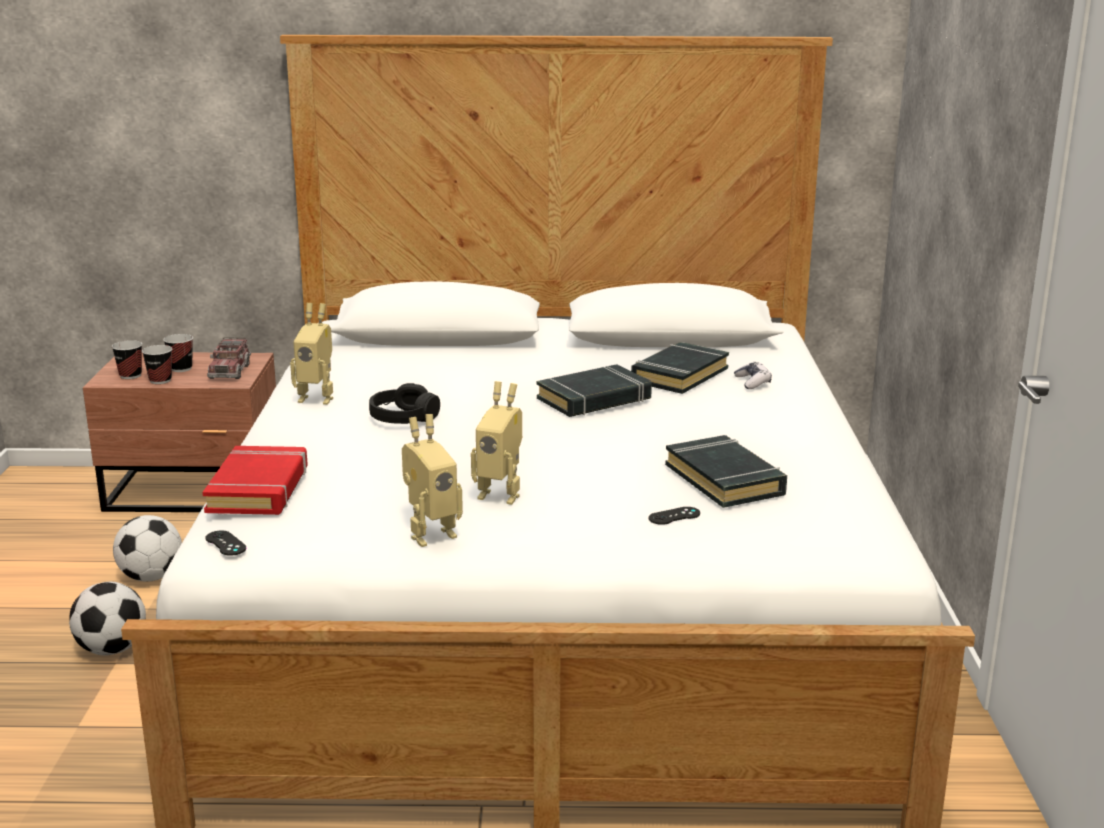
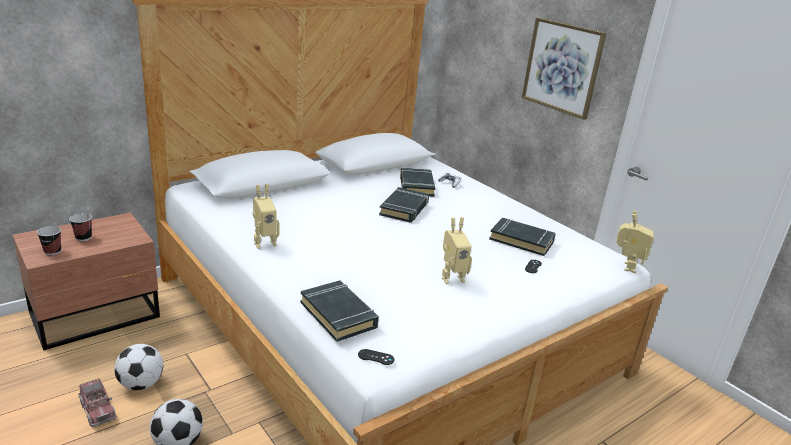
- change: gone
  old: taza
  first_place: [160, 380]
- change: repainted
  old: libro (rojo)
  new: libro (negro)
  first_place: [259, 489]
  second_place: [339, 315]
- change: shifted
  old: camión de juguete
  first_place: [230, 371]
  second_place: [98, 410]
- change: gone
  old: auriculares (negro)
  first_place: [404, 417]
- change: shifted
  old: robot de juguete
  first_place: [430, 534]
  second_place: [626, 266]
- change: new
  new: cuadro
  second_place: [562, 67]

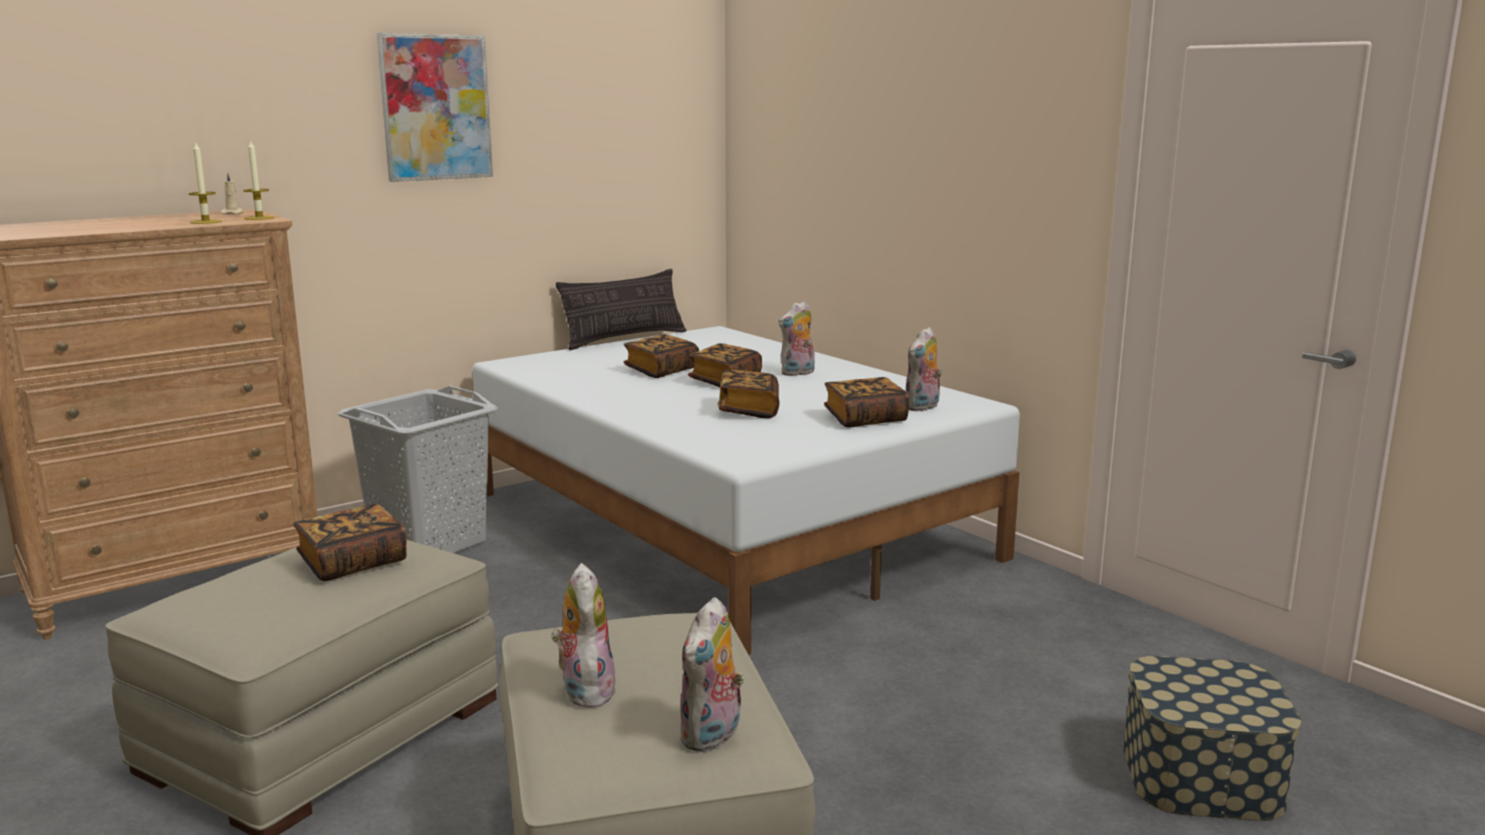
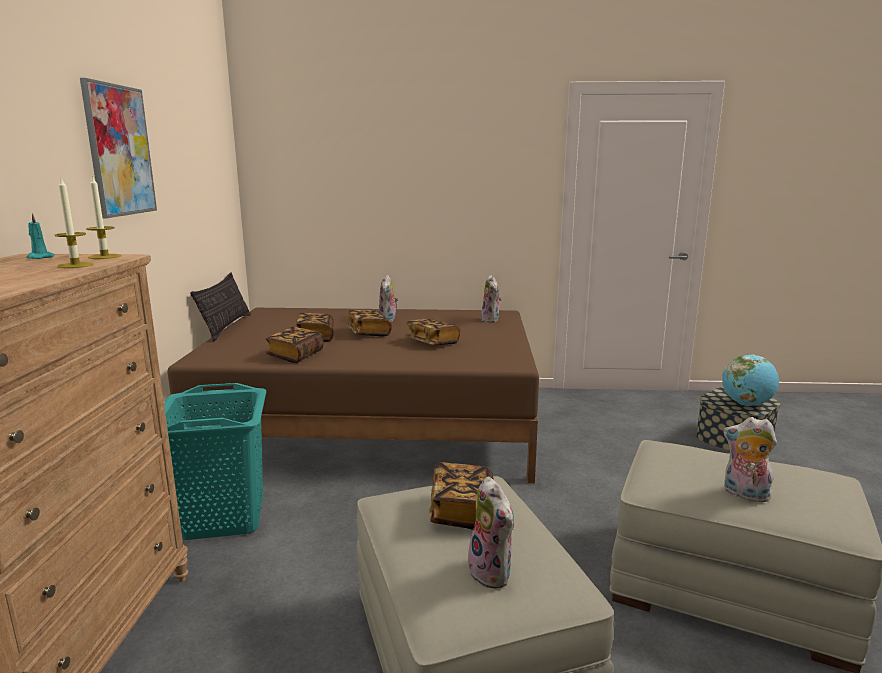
- change: repainted
  old: vela (beis)
  new: vela (turquesa)
  first_place: [233, 213]
  second_place: [39, 258]
- change: repainted
  old: cesto de la ropa (gris)
  new: cesto de la ropa (turquesa)
  first_place: [428, 544]
  second_place: [222, 518]
- change: repainted
  old: cama (blanco)
  new: cama (marrón)
  first_place: [727, 525]
  second_place: [373, 425]
- change: shifted
  old: peluche
  first_place: [713, 736]
  second_place: [493, 573]
- change: shifted
  old: libro
  first_place: [865, 419]
  second_place: [295, 355]
- change: new
  new: globo terráqueo
  second_place: [746, 404]

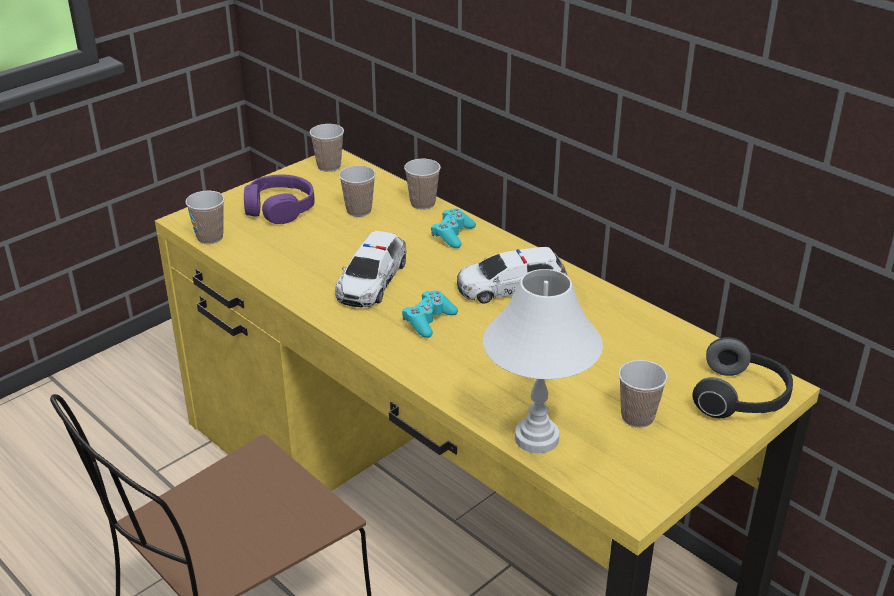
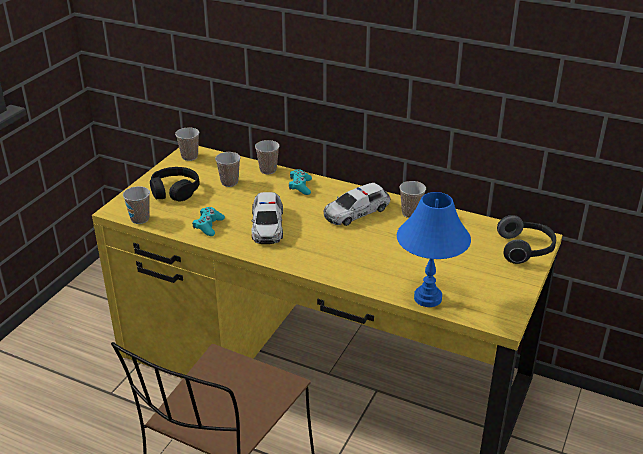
- change: repainted
  old: auriculares (morado)
  new: auriculares (negro)
  first_place: [279, 209]
  second_place: [175, 191]
- change: shifted
  old: mando de consola (turquesa)
  first_place: [429, 321]
  second_place: [208, 226]
- change: repainted
  old: lámpara de mesa (blanco)
  new: lámpara de mesa (azul)
  first_place: [537, 439]
  second_place: [428, 298]
- change: shifted
  old: taza
  first_place: [637, 417]
  second_place: [410, 213]

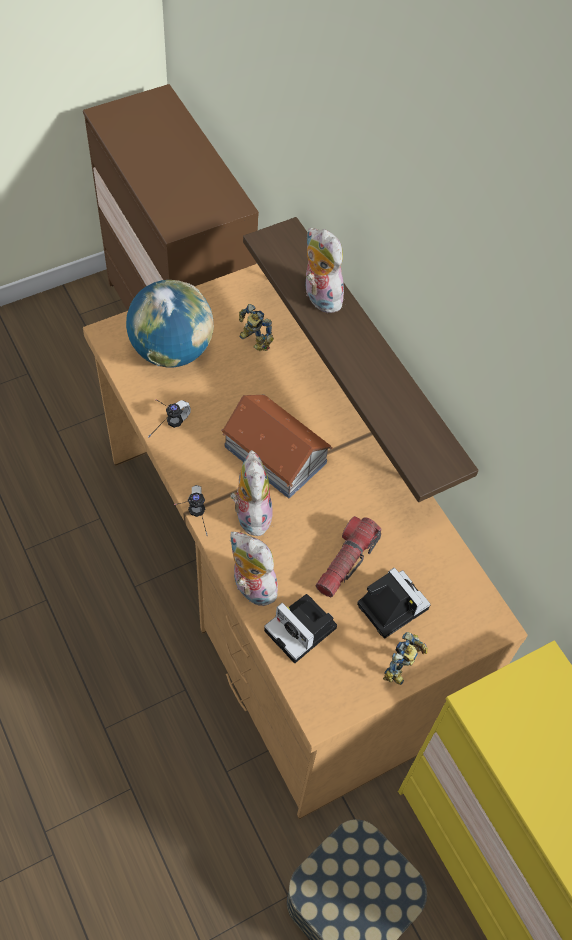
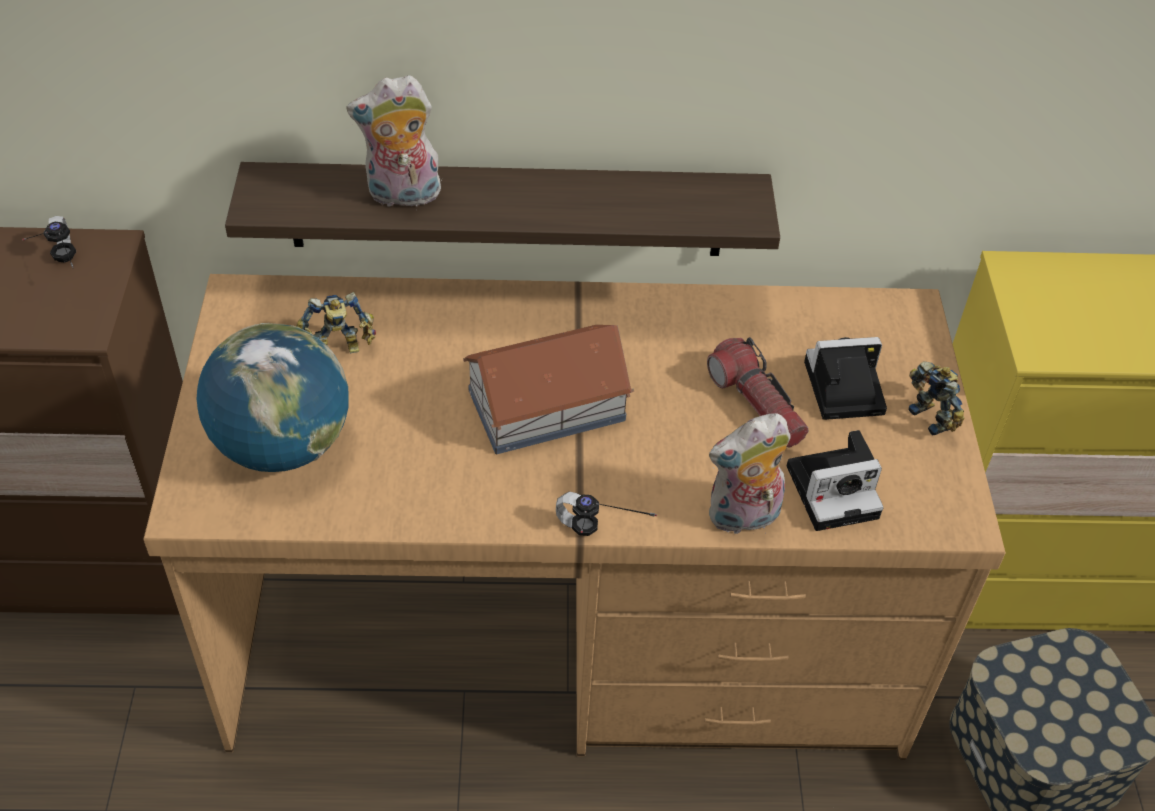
- change: shifted
  old: auriculares
  first_place: [163, 425]
  second_place: [57, 269]
- change: gone
  old: peluche
  first_place: [250, 514]

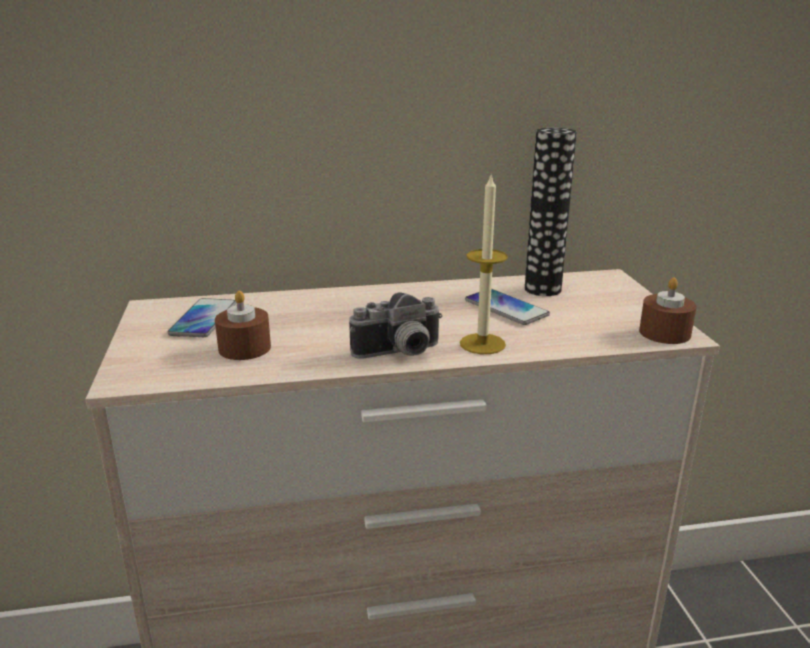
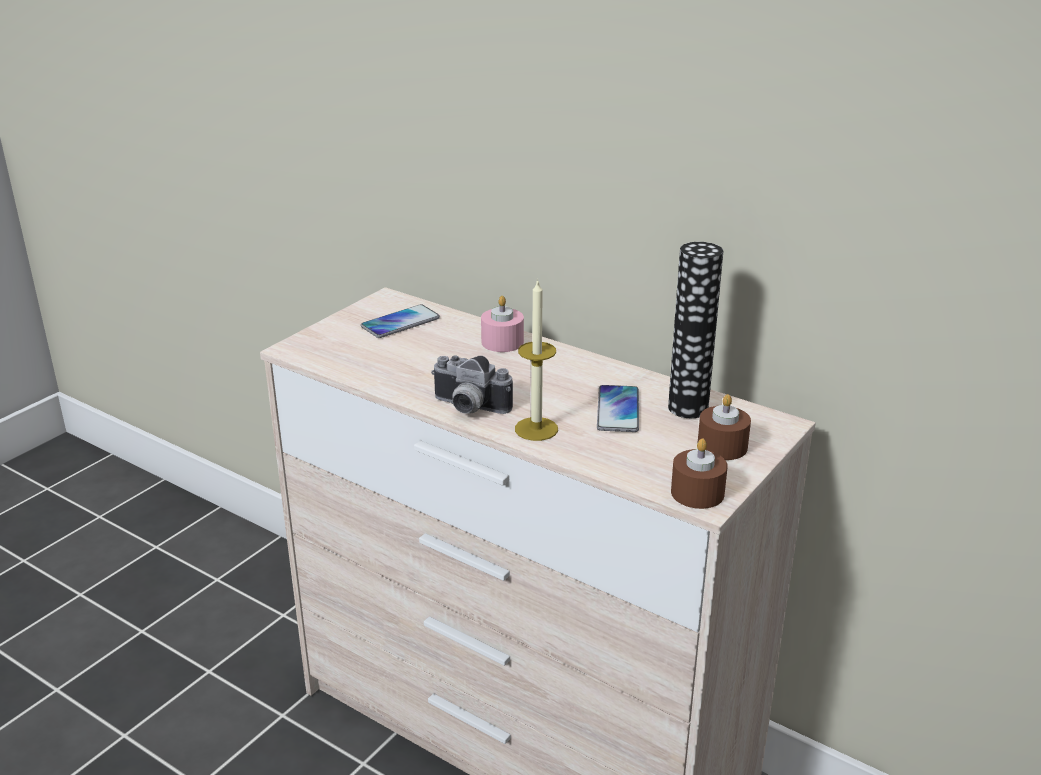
- change: shifted
  old: vela (marrón)
  first_place: [244, 348]
  second_place: [722, 446]
- change: new
  new: vela (rosa)
  second_place: [502, 342]

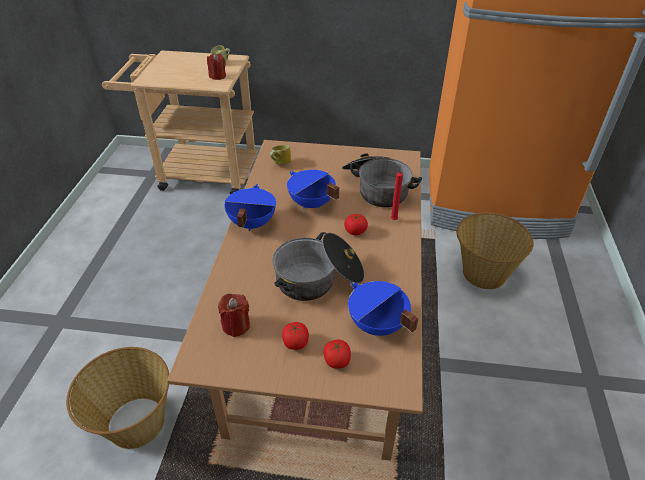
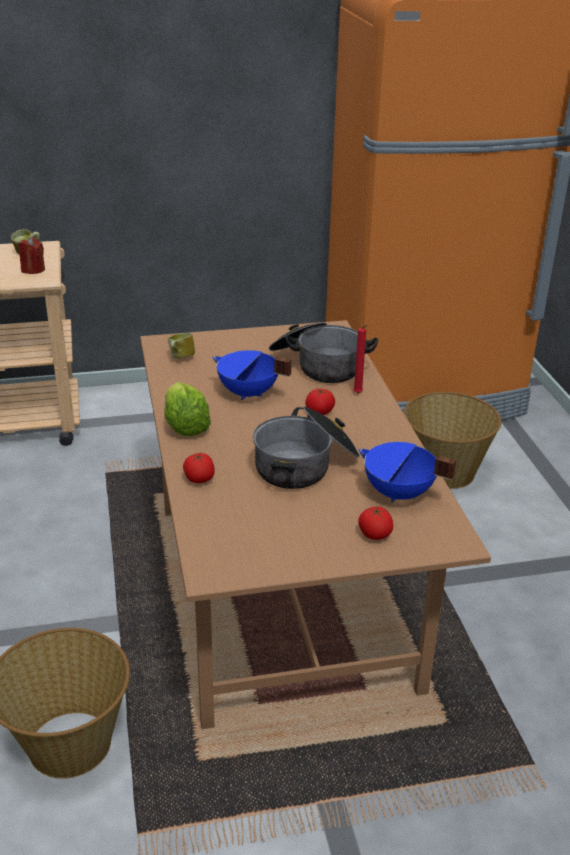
- change: gone
  old: vela (rojo)
  first_place: [236, 325]
- change: swapped
  old: olla (azul)
  new: lechuga
  first_place: [251, 223]
  second_place: [185, 426]
- change: shifted
  old: tomate
  first_place: [295, 343]
  second_place: [199, 479]

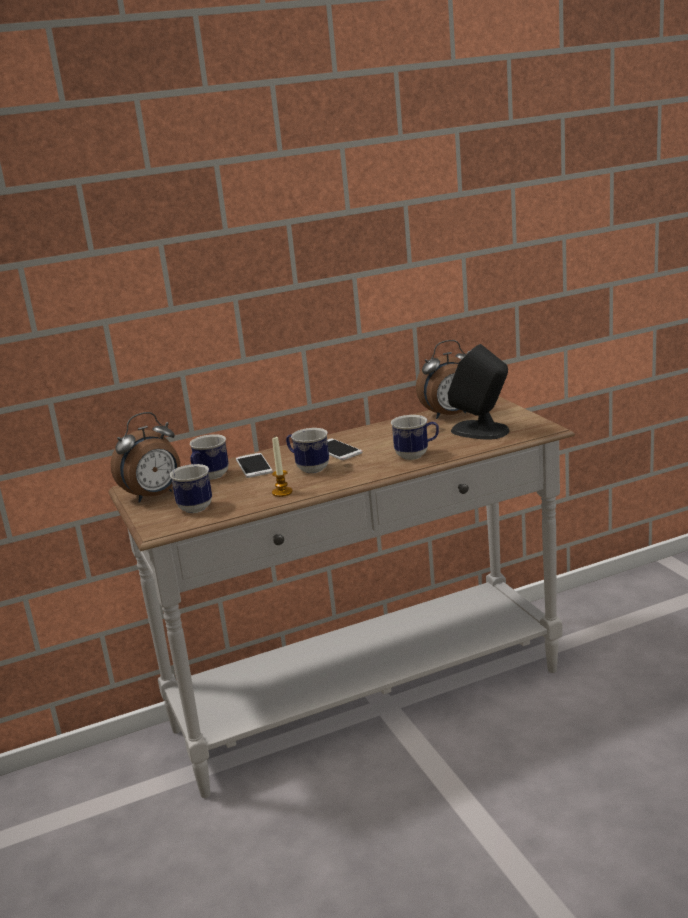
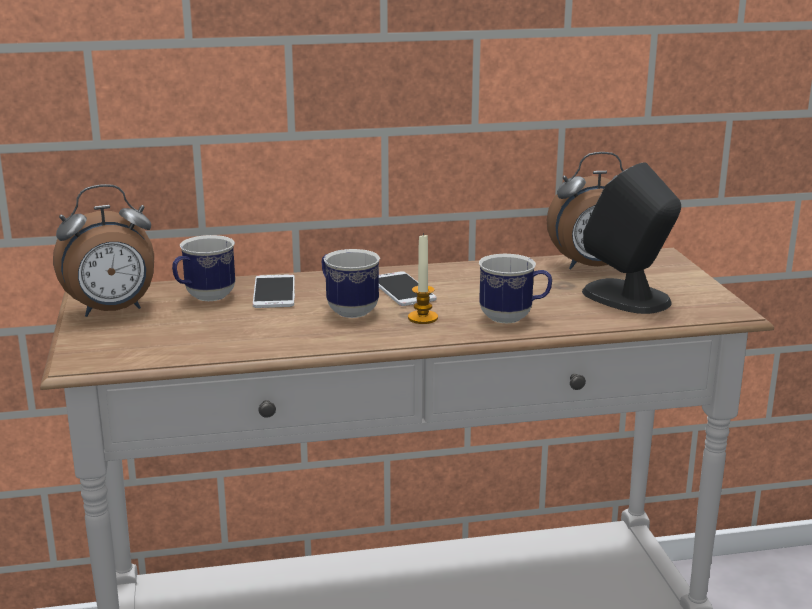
- change: gone
  old: taza grande
  first_place: [193, 506]
- change: shifted
  old: vela
  first_place: [282, 492]
  second_place: [422, 318]

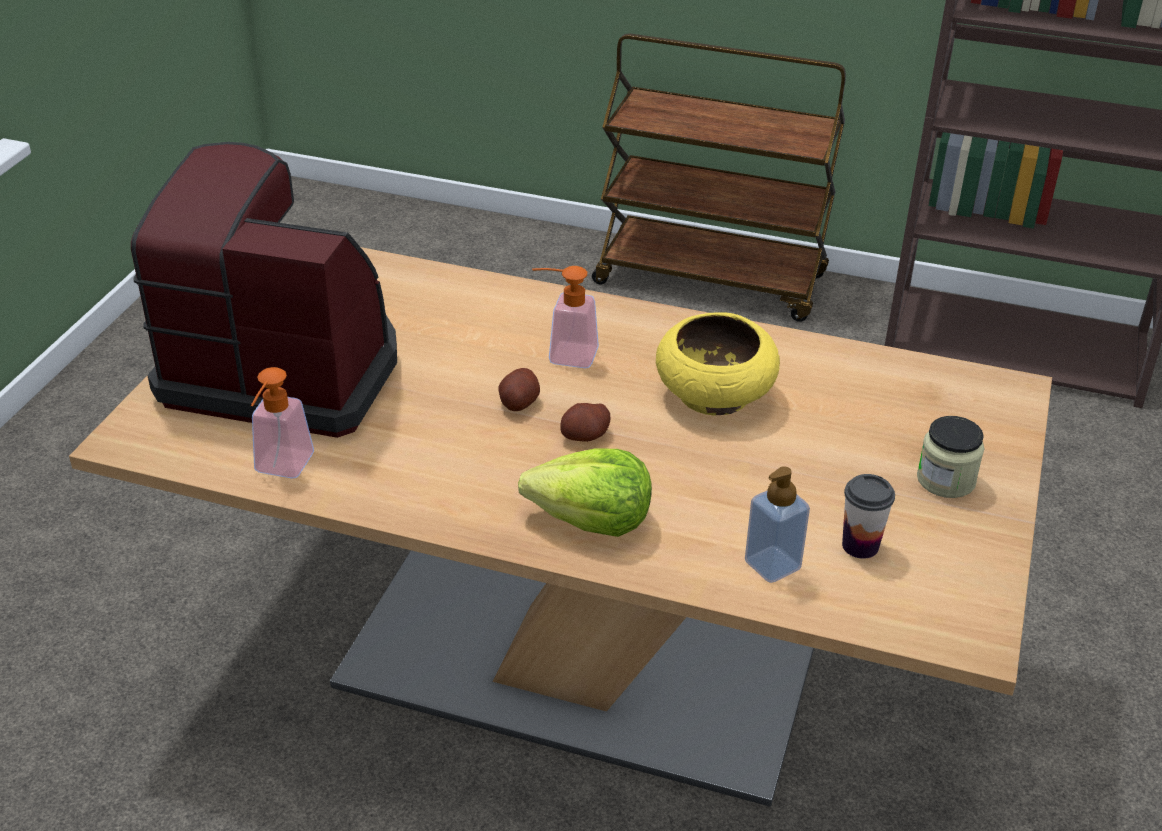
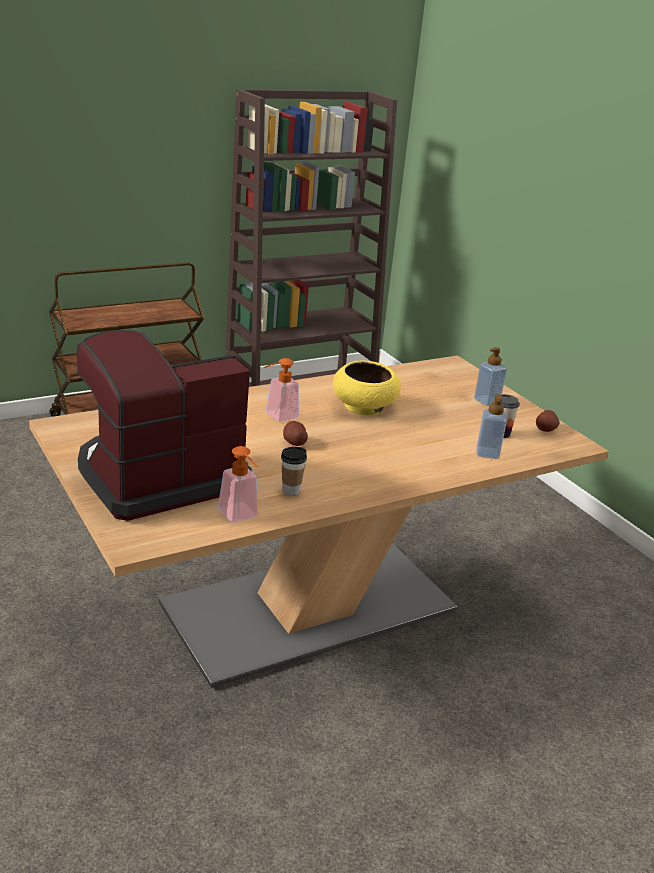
- change: gone
  old: lechuga
  first_place: [591, 520]
- change: shifted
  old: patata
  first_place: [585, 436]
  second_place: [545, 429]
- change: swapped
  old: tarro
  new: dispensador de jabón
  first_place: [946, 480]
  second_place: [487, 401]
- change: new
  new: taza
  second_place: [291, 490]

